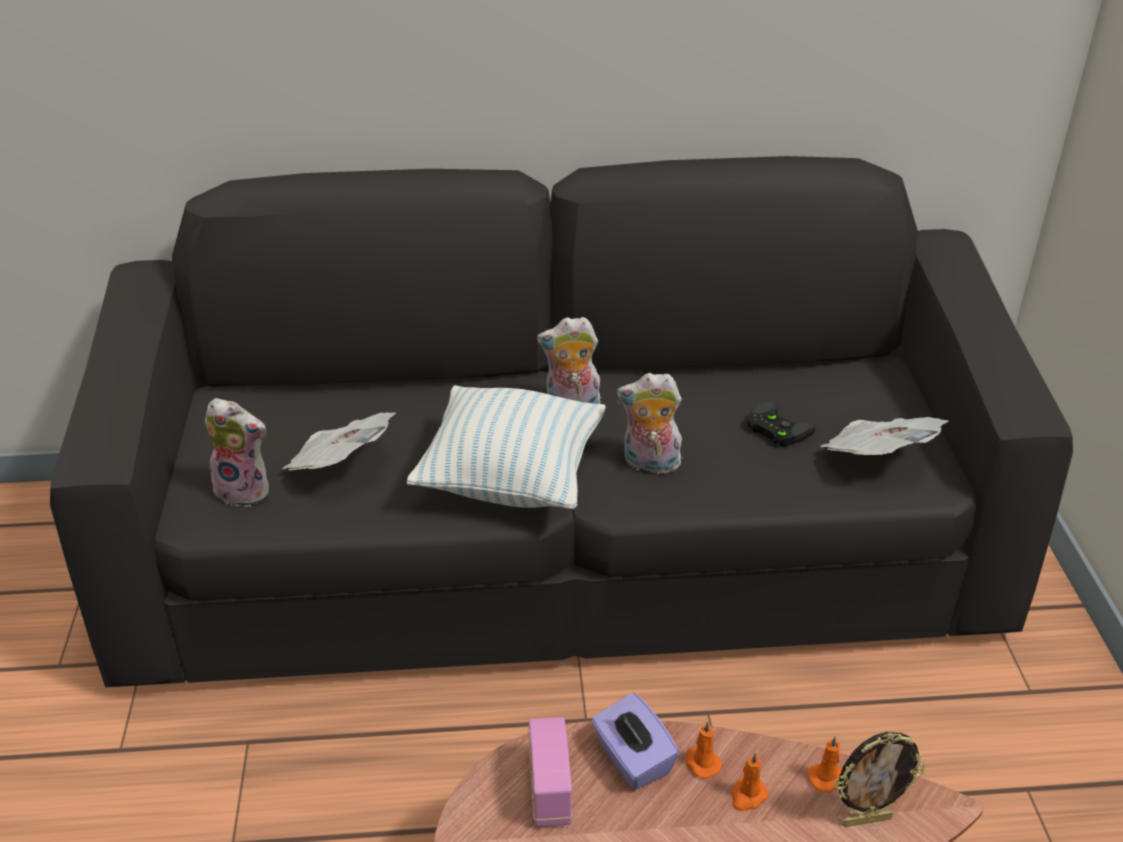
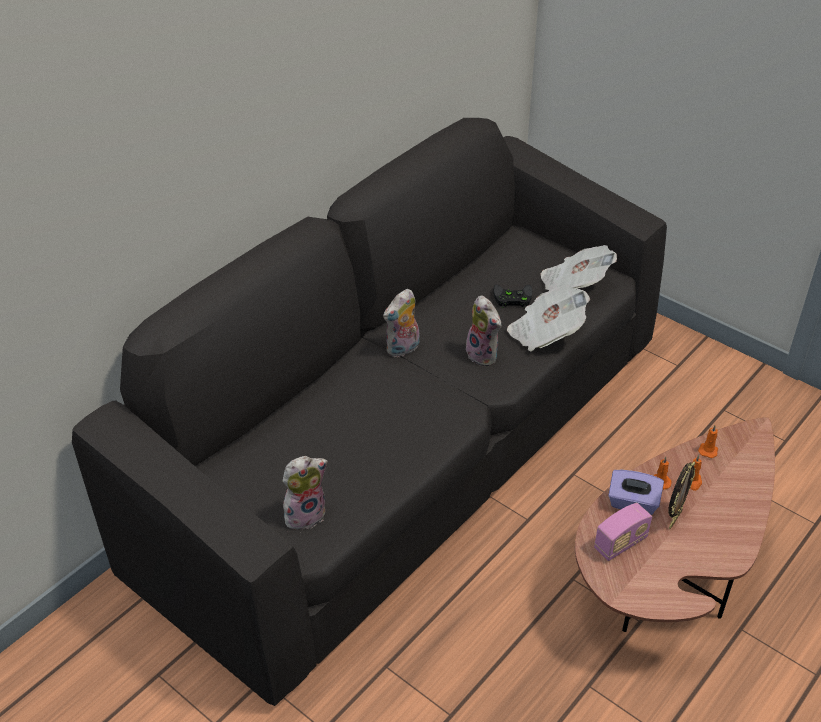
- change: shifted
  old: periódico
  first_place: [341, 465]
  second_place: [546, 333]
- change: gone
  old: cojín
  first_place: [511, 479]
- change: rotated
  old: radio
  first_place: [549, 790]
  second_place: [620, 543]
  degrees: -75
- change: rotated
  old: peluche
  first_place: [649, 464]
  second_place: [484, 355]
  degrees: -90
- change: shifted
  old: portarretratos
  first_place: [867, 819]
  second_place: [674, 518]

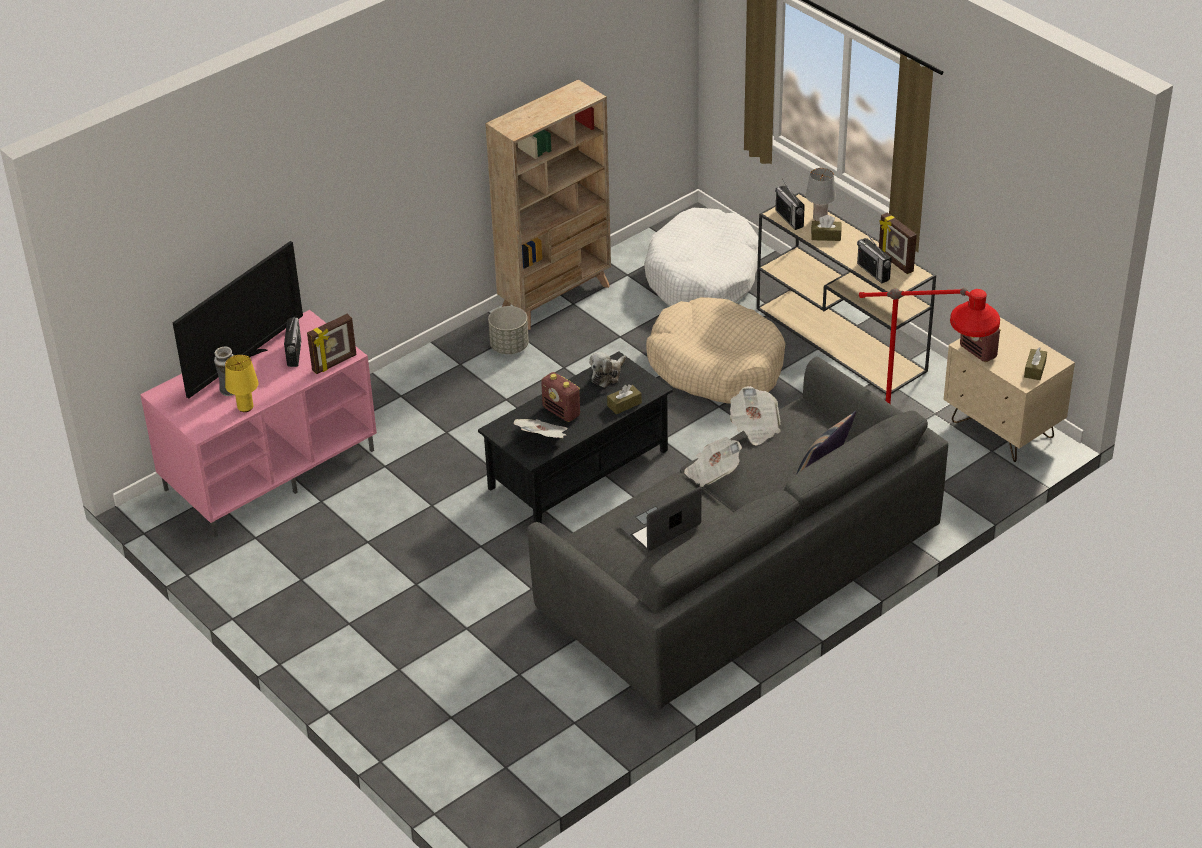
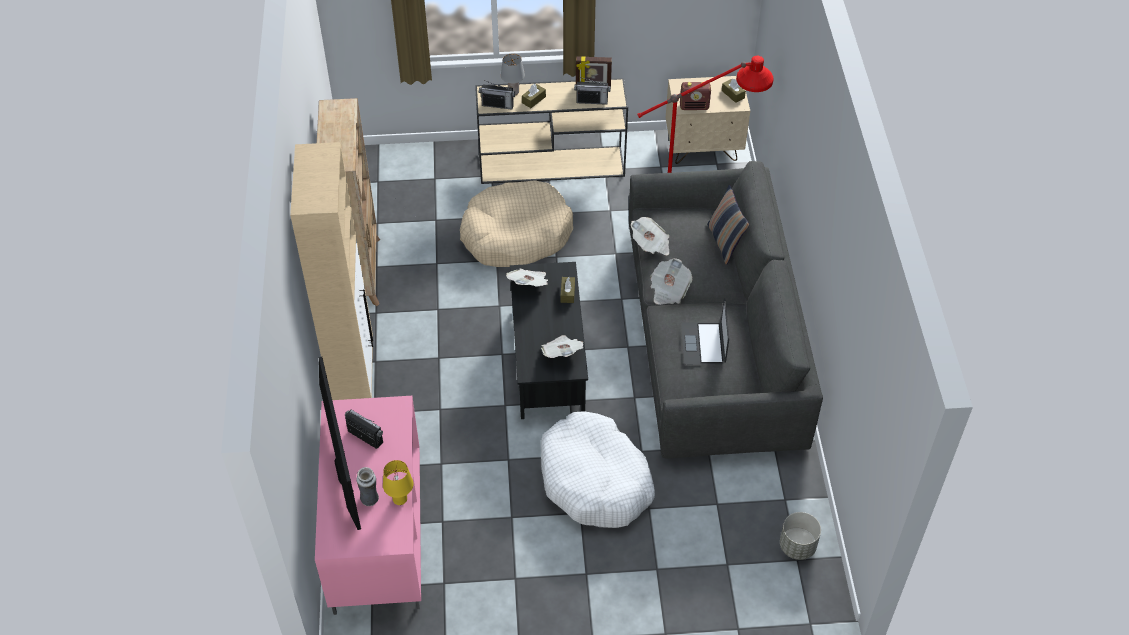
- change: gone
  old: portarretratos
  first_place: [335, 363]
- change: shifted
  old: maceta (gris)
  first_place: [509, 346]
  second_place: [797, 546]
- change: gone
  old: radio
  first_place: [562, 412]
- change: swapped
  old: peluche
  new: periódico
  first_place: [607, 375]
  second_place: [529, 285]
- change: shifted
  old: cama para perro (blanco)
  first_place: [703, 276]
  second_place: [595, 480]
- change: new
  new: armario (beis)
  second_place: [354, 379]

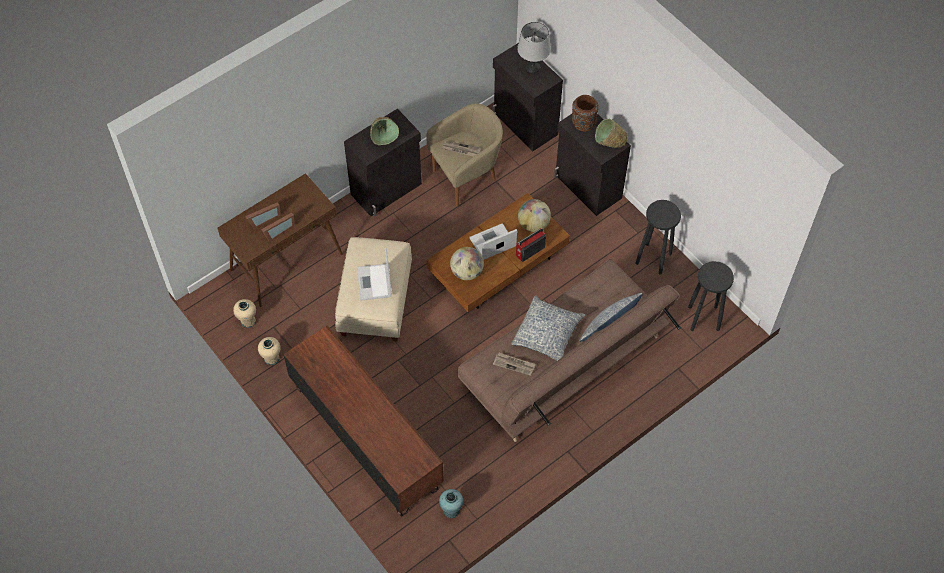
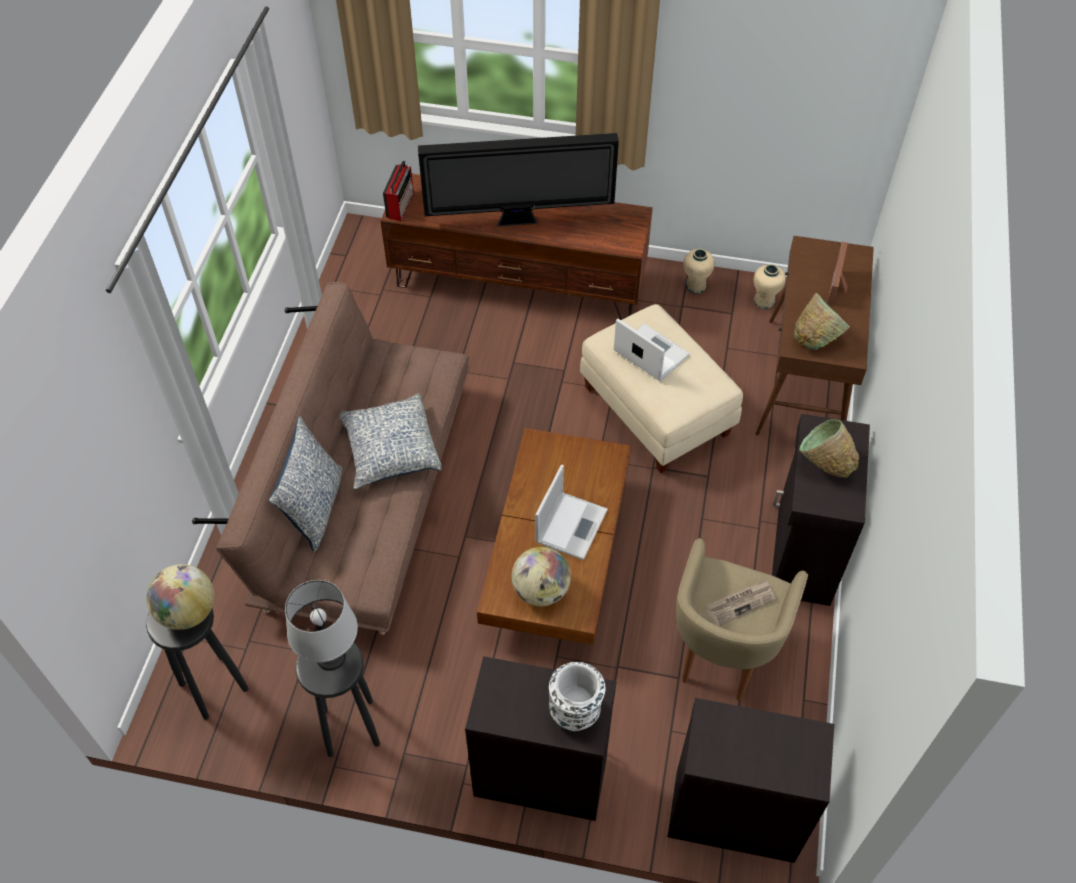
- change: gone
  old: portarretratos
  first_place: [278, 231]
- change: gone
  old: florero (turquesa)
  first_place: [451, 510]
- change: shifted
  old: globo terráqueo
  first_place: [467, 272]
  second_place: [188, 612]
- change: gone
  old: periódico
  first_place: [514, 364]
- change: shifted
  old: radio
  first_place: [529, 251]
  second_place: [400, 204]
- change: shifted
  old: lámpara de mesa (gris)
  first_place: [532, 67]
  second_place: [331, 657]
- change: repainted
  old: florero (marrón)
  new: florero (blanco)
  first_place: [583, 123]
  second_place: [575, 711]
- change: shifted
  old: cuenco (verde)
  first_place: [608, 144]
  second_place: [816, 338]
- change: new
  new: televisor
  second_place: [519, 220]

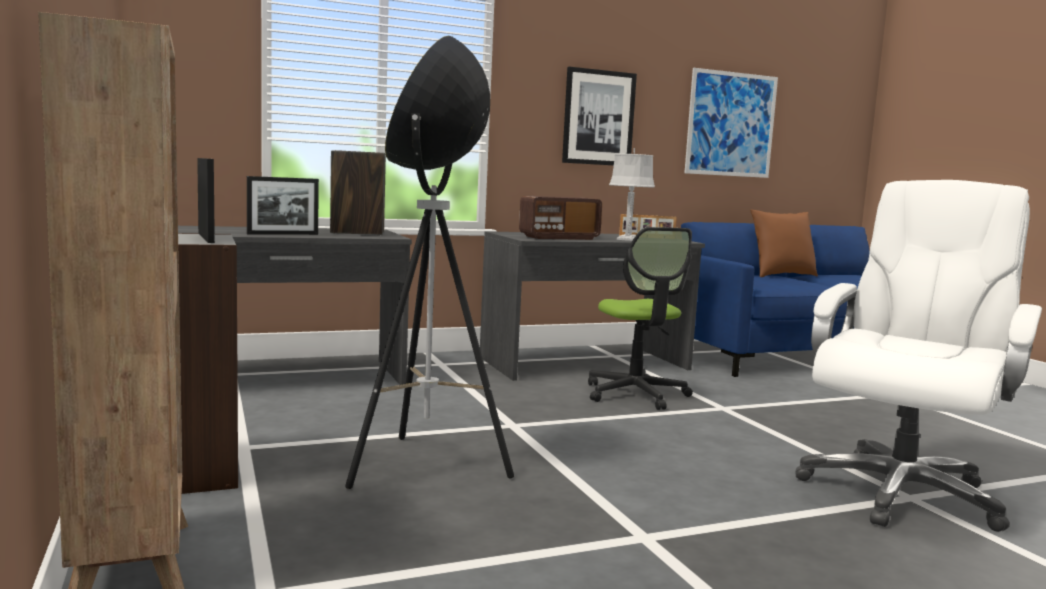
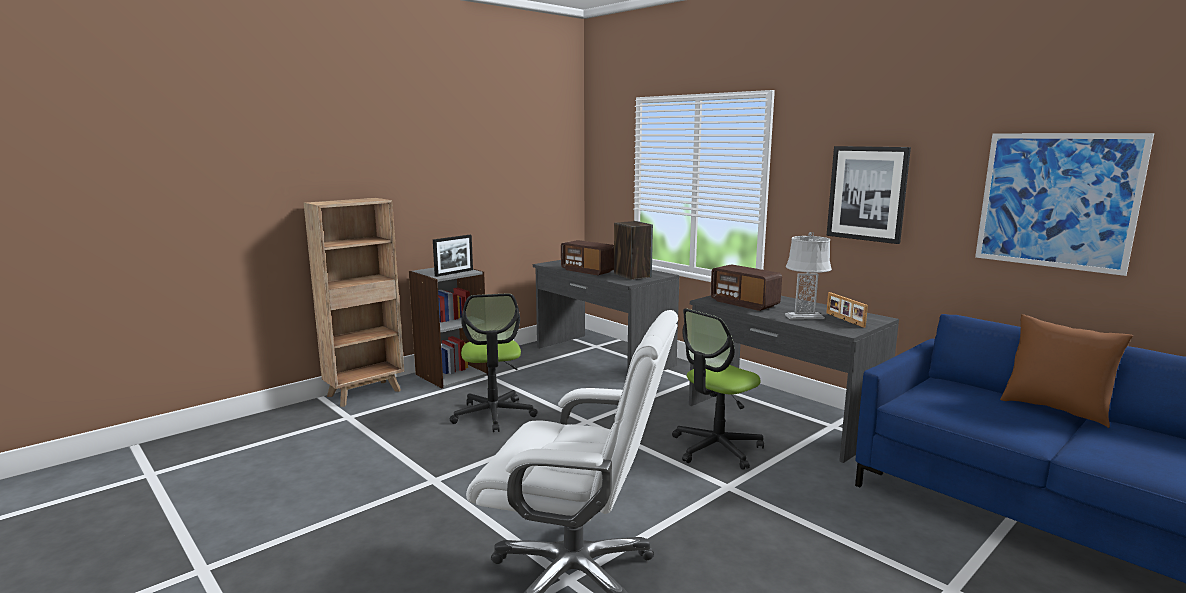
- change: swapped
  old: portarretratos
  new: radio
  first_place: [283, 234]
  second_place: [587, 271]
- change: swapped
  old: lámpara de pie
  new: silla de oficina
  first_place: [426, 468]
  second_place: [493, 415]

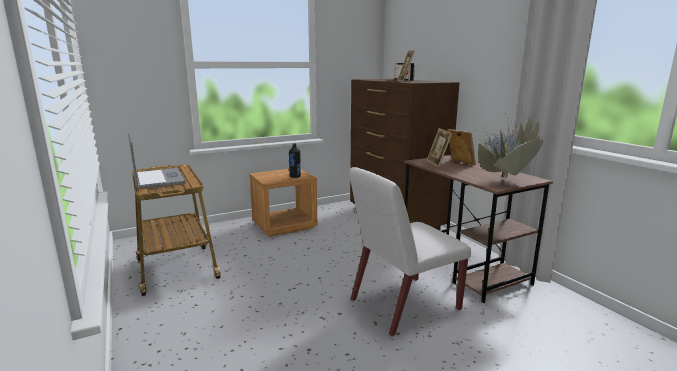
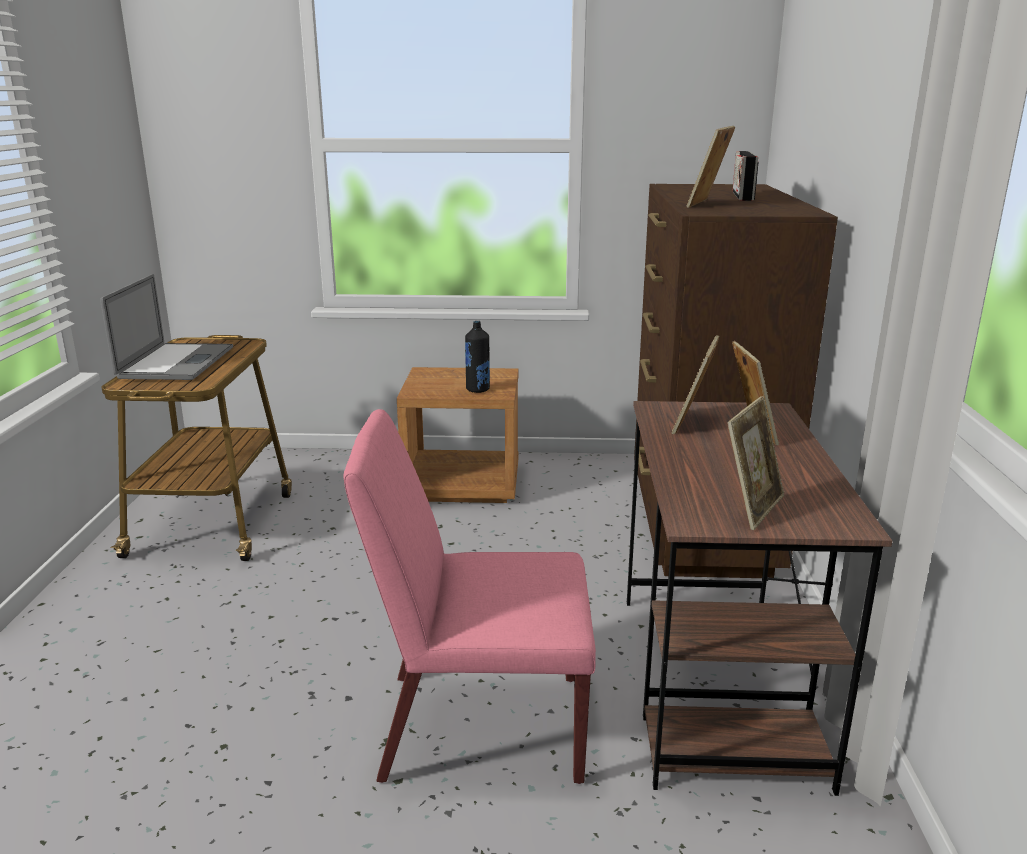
- change: repainted
  old: silla (blanco)
  new: silla (rosa)
  first_place: [403, 305]
  second_place: [479, 726]
- change: swapped
  old: planta en maceta
  new: portarretratos
  first_place: [503, 180]
  second_place: [752, 508]

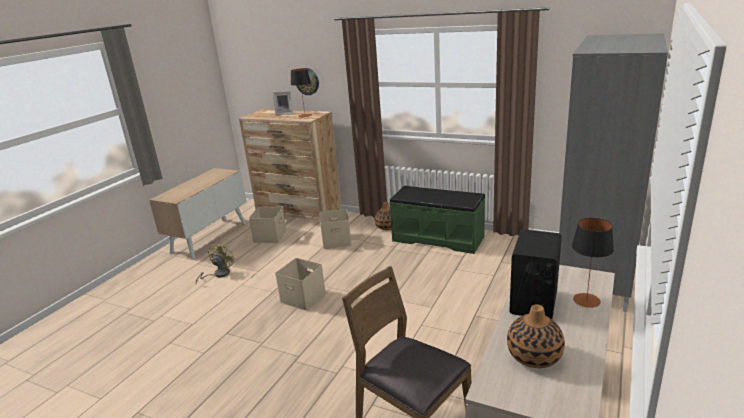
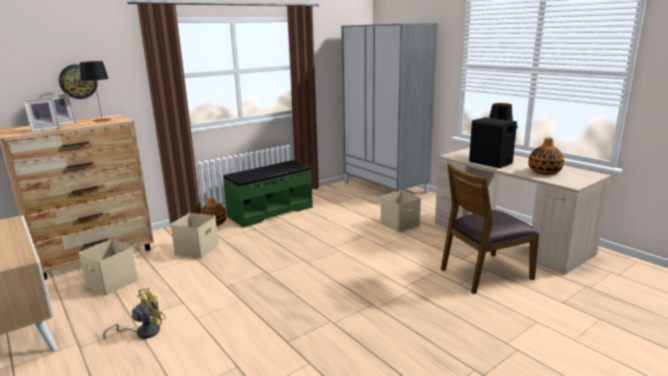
- change: rotated
  old: ventilador (amarillo)
  first_place: [218, 274]
  second_place: [143, 332]
  degrees: 90
- change: shifted
  old: caja de almacenaje (beis)
  first_place: [304, 297]
  second_place: [400, 223]
- change: new
  new: portarretratos
  second_place: [45, 129]

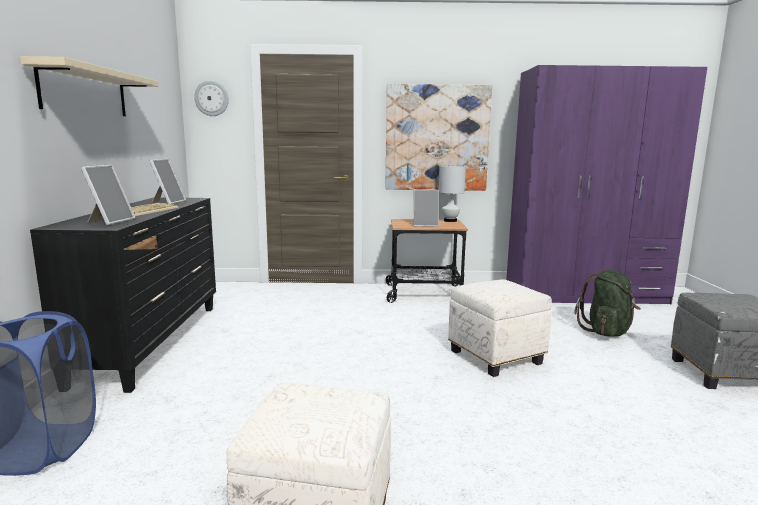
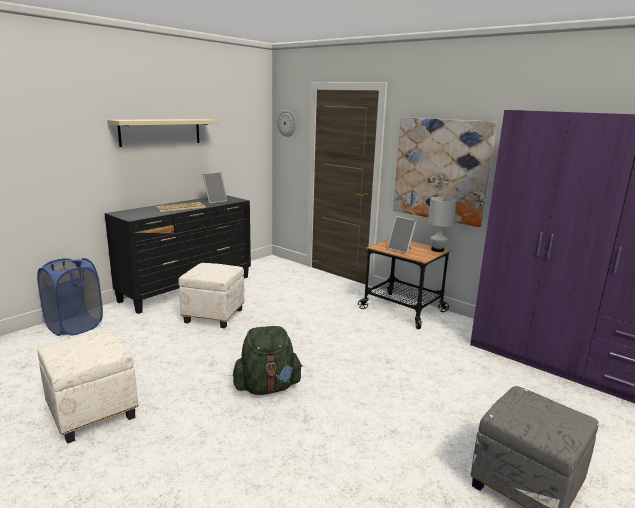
- change: gone
  old: portarretratos
  first_place: [110, 221]
- change: shifted
  old: puf (blanco)
  first_place: [496, 357]
  second_place: [214, 316]
- change: shifted
  old: mochila (verde)
  first_place: [606, 332]
  second_place: [267, 387]

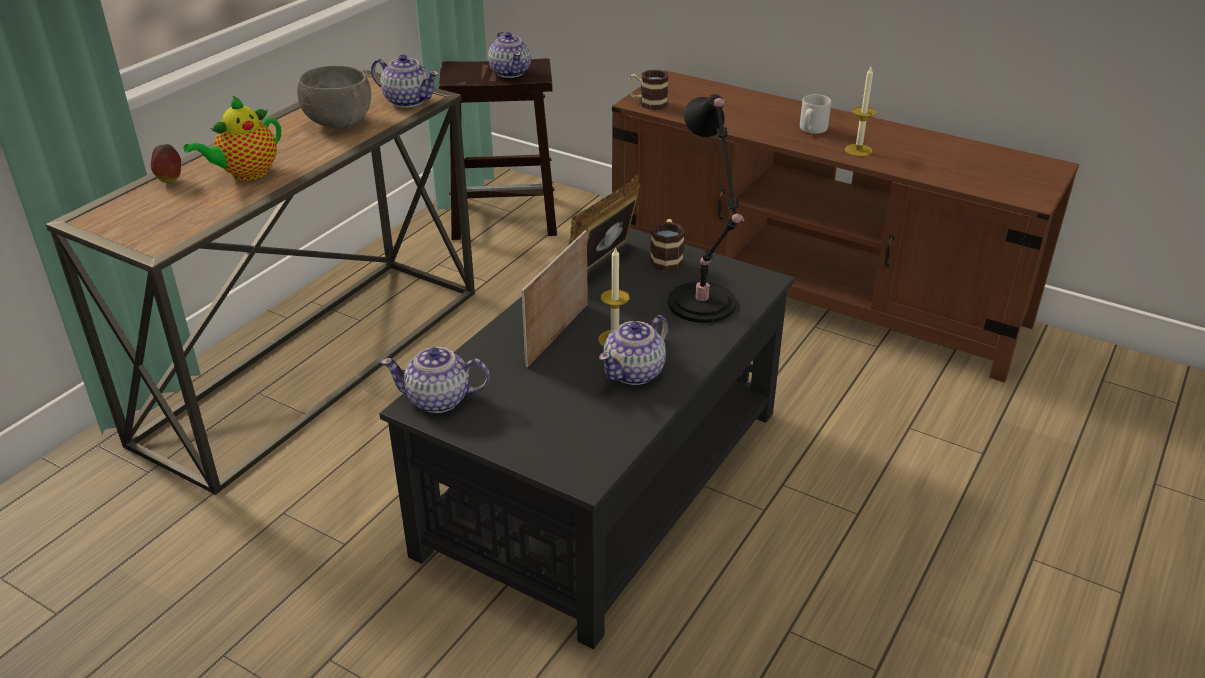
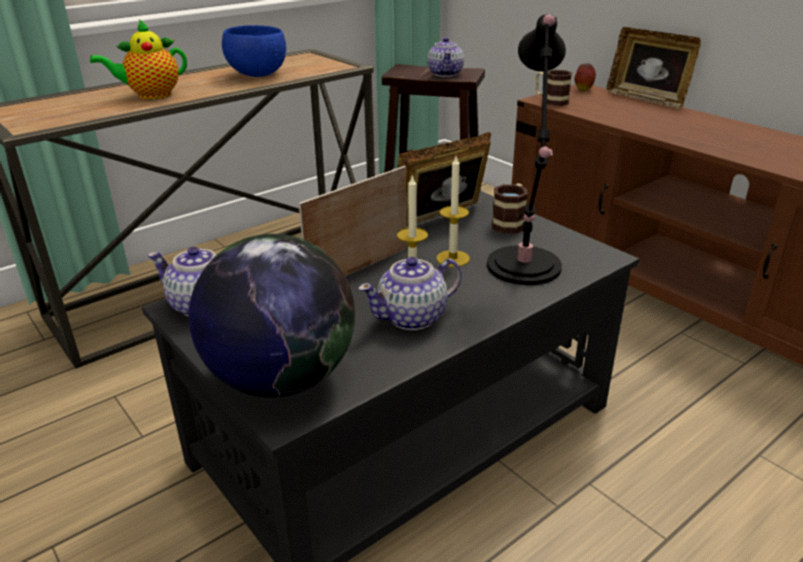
- change: shifted
  old: manzana
  first_place: [170, 180]
  second_place: [583, 89]
- change: repainted
  old: cuenco (gris)
  new: cuenco (azul)
  first_place: [339, 124]
  second_place: [258, 75]
- change: gone
  old: tetera
  first_place: [407, 100]
- change: gone
  old: taza grande (gris)
  first_place: [811, 129]
- change: shifted
  old: vela
  first_place: [858, 150]
  second_place: [452, 258]
- change: new
  new: globo terráqueo
  second_place: [281, 379]
- change: new
  new: portarretratos
  second_place: [647, 99]

